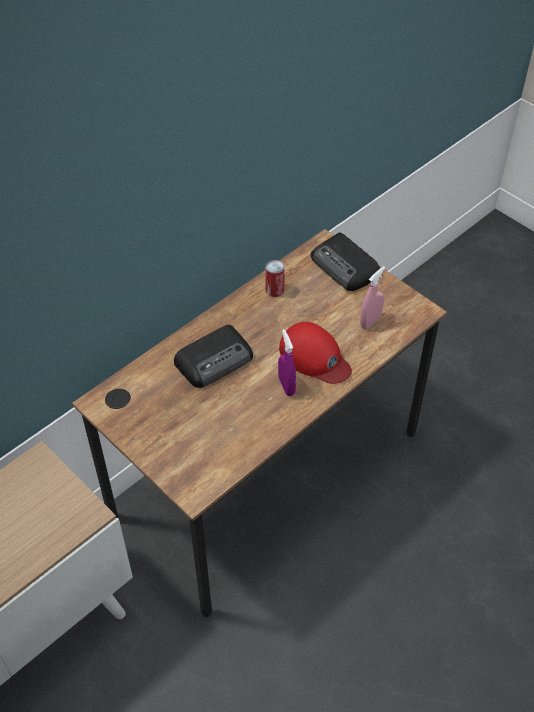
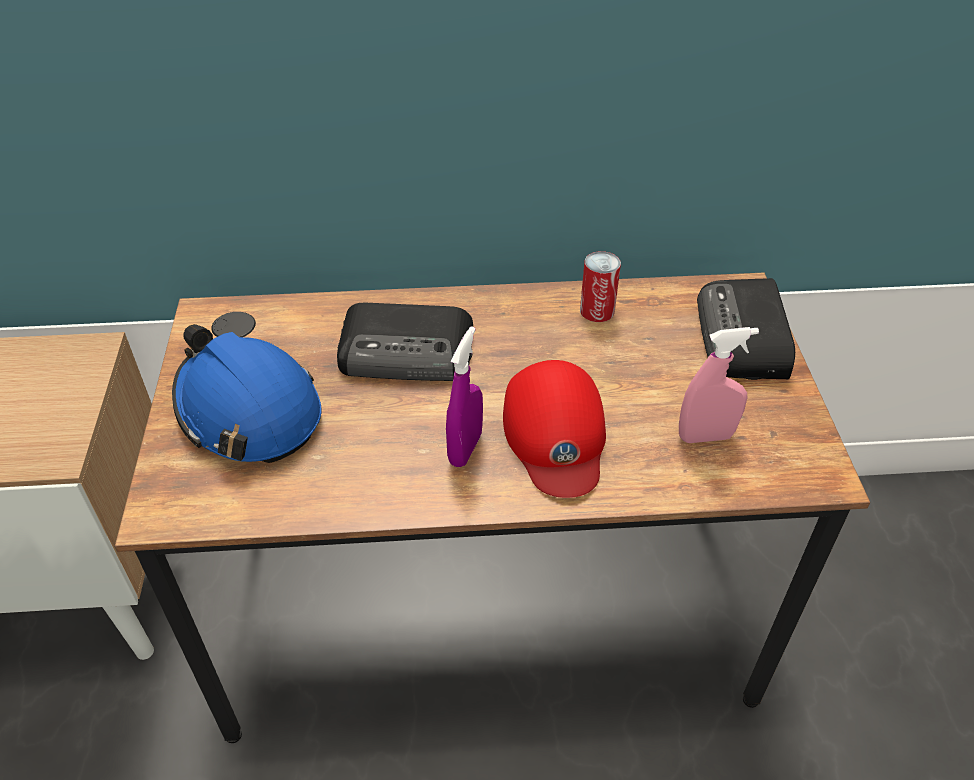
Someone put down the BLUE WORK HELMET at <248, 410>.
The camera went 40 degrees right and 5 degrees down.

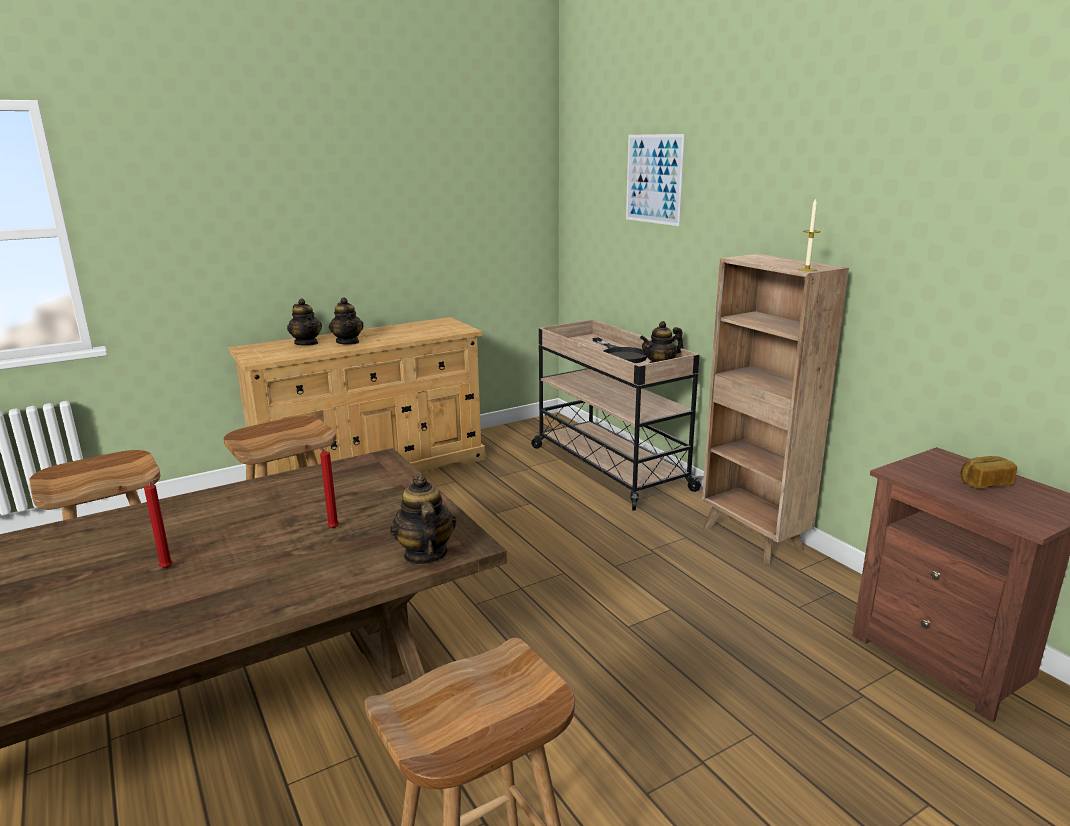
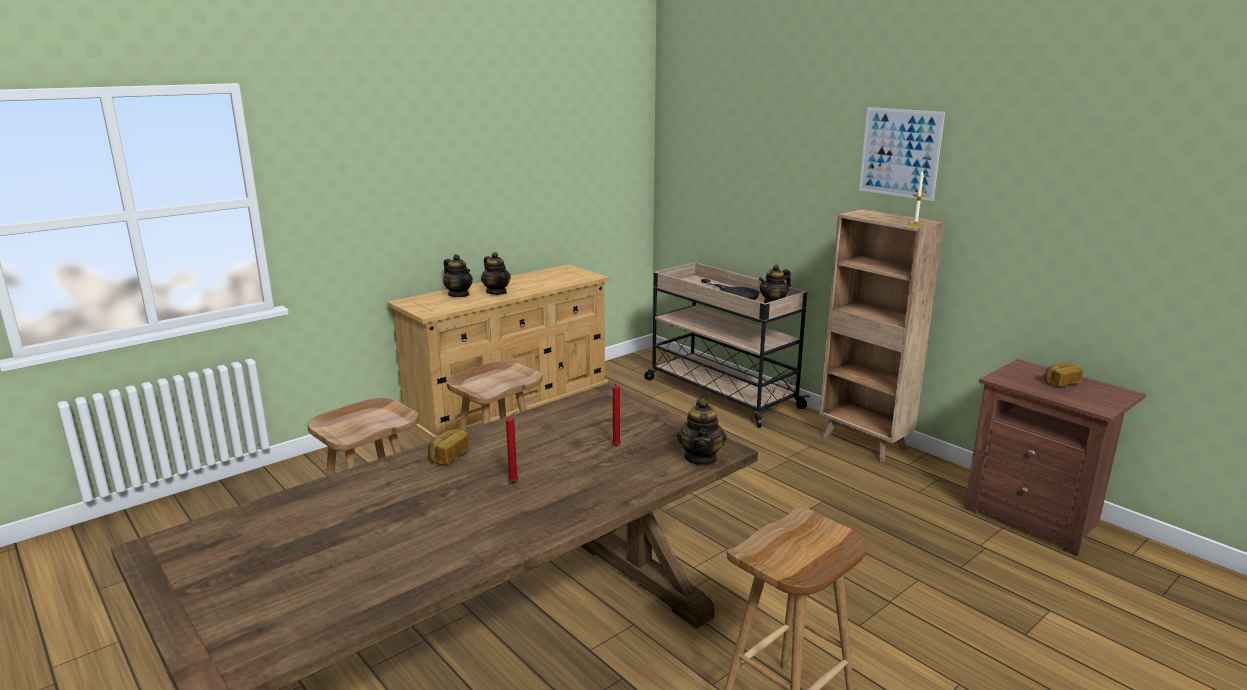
Someone put down the BAKERY BREAD at <448, 456>.
Someone carried the WALL ART from <654, 179> to <900, 153>.
Someone rotated the POT FOR TEA at <424, 554> by 150 degrees counterclockwise.
The camera went 10 degrees left and 0 degrees up.

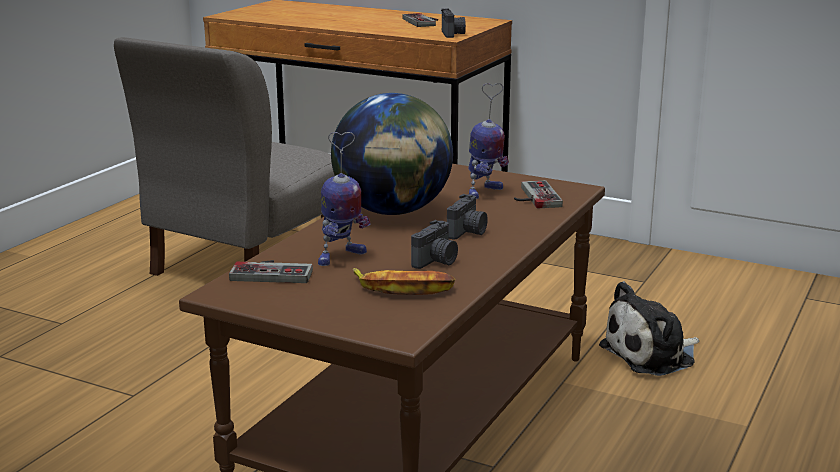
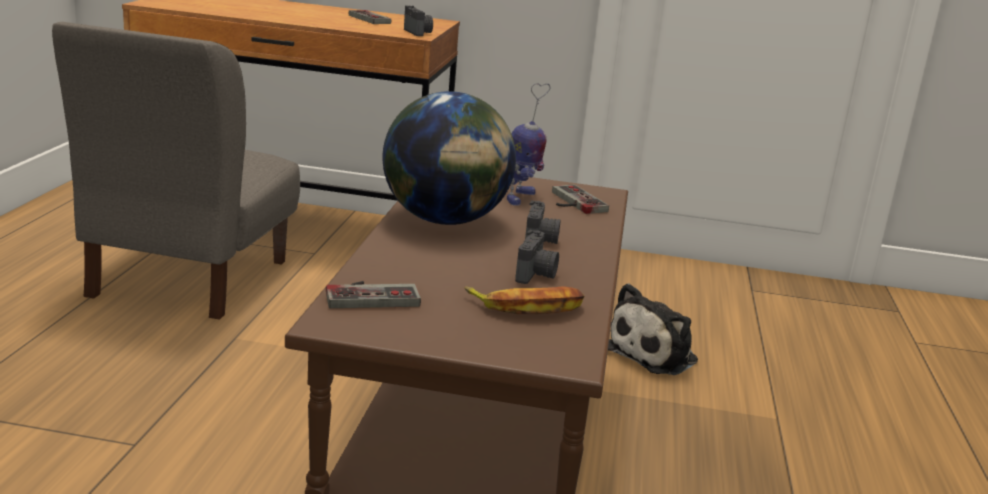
Someone took away the ROBOT FIGURE at <340, 257>.
The camera went 20 degrees left and 0 degrees up.

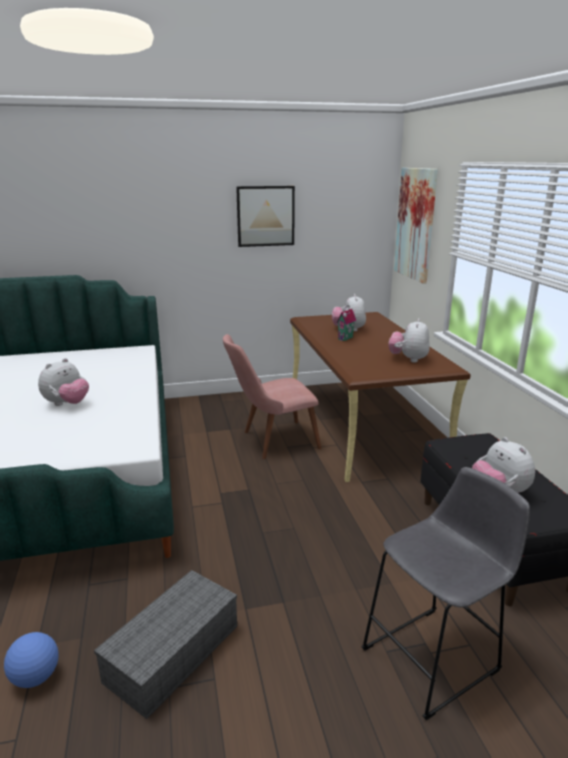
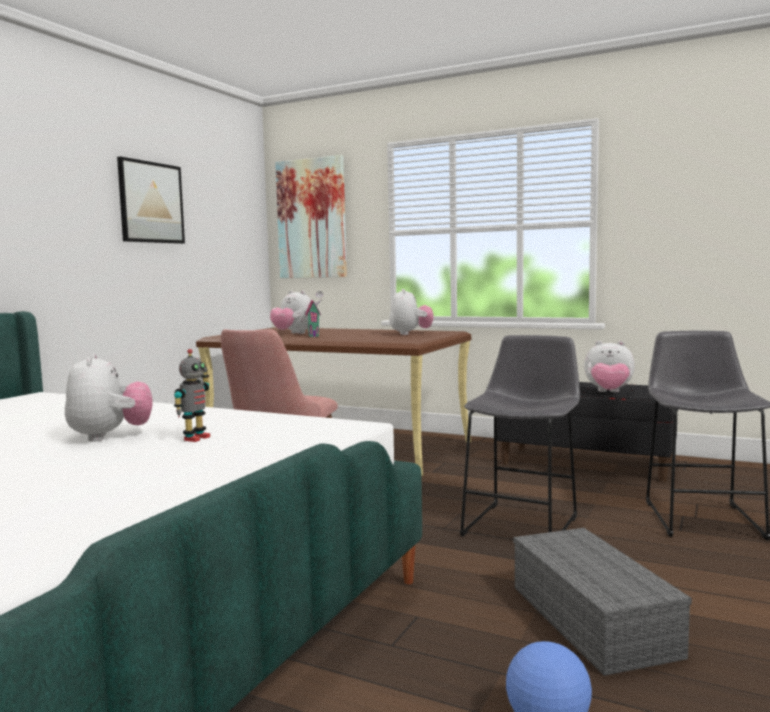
Someone put down the ROBOT FIGURE at <195, 438>.
Someone put down the GREYISH SITTING STOOL at <523, 524>.
Someone rotated the PLUSH TOY at <408, 359> by 150 degrees counterclockwise.
The camera went 50 degrees left and 15 degrees down.

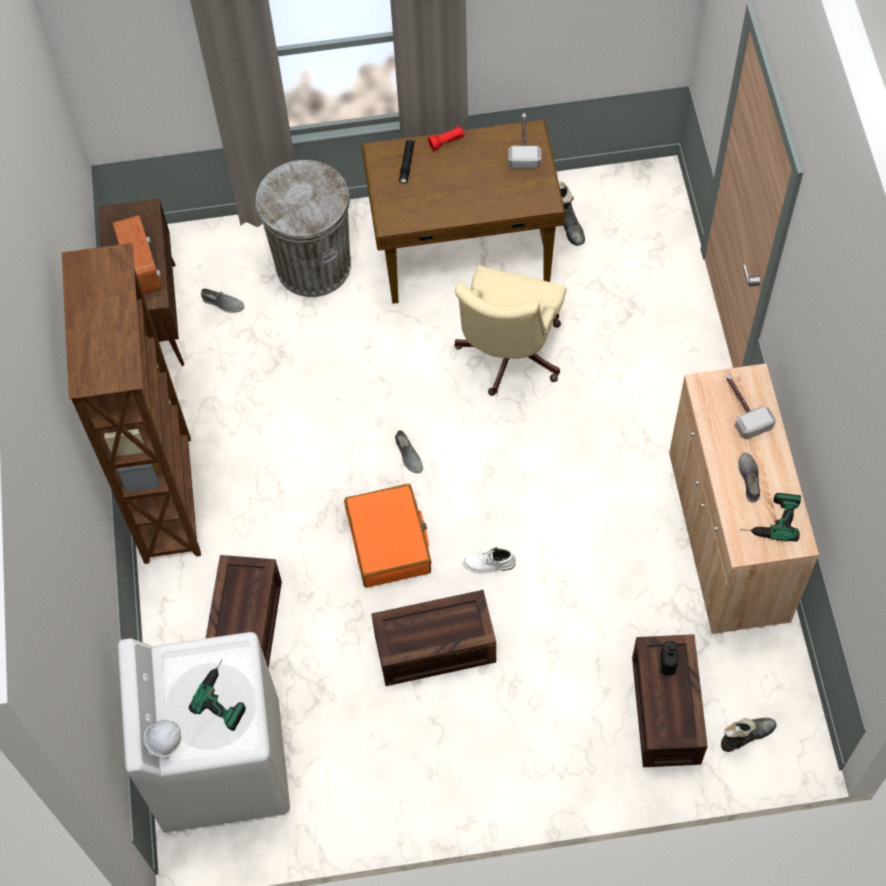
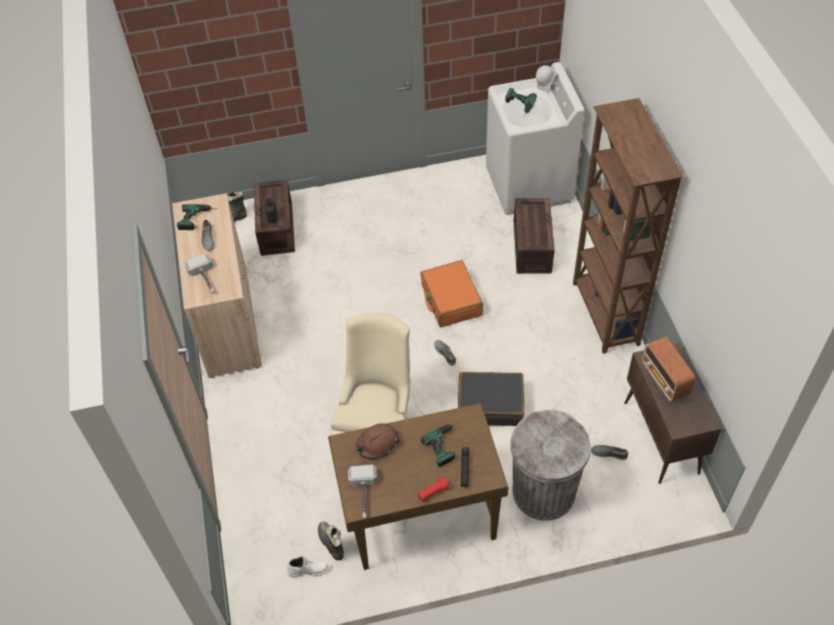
Someone took away the CRATE at <433, 650>.
Someone put down the BROWN-COLOURED WORK HELMET at <377, 444>.
Someone put down the DRILL at <447, 444>.
Someone put down the BLACK PIECE OF LUGGAGE at <490, 404>.
Someone carried the WHITE-COLOURED BOOT from <489, 565> to <308, 569>.
The camera went 175 degrees right and 10 degrees down.

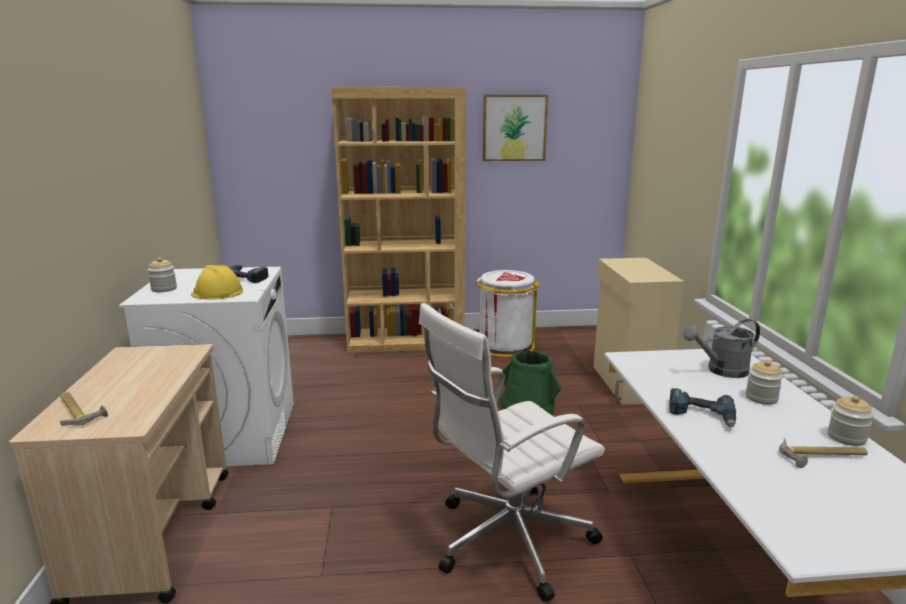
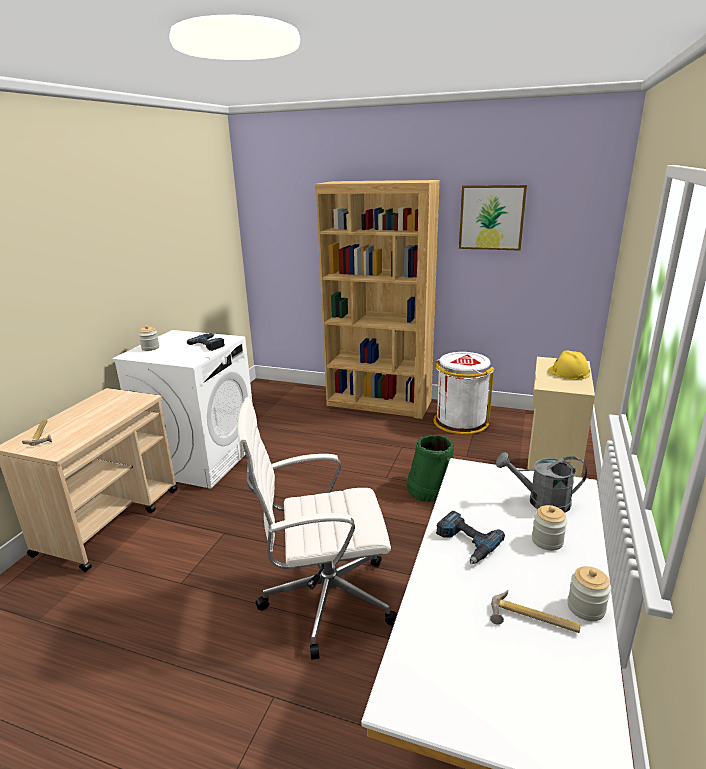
Someone carried the YELLOW WORK HELMET from <217, 293> to <568, 372>.
The camera went 25 degrees right and 5 degrees up.

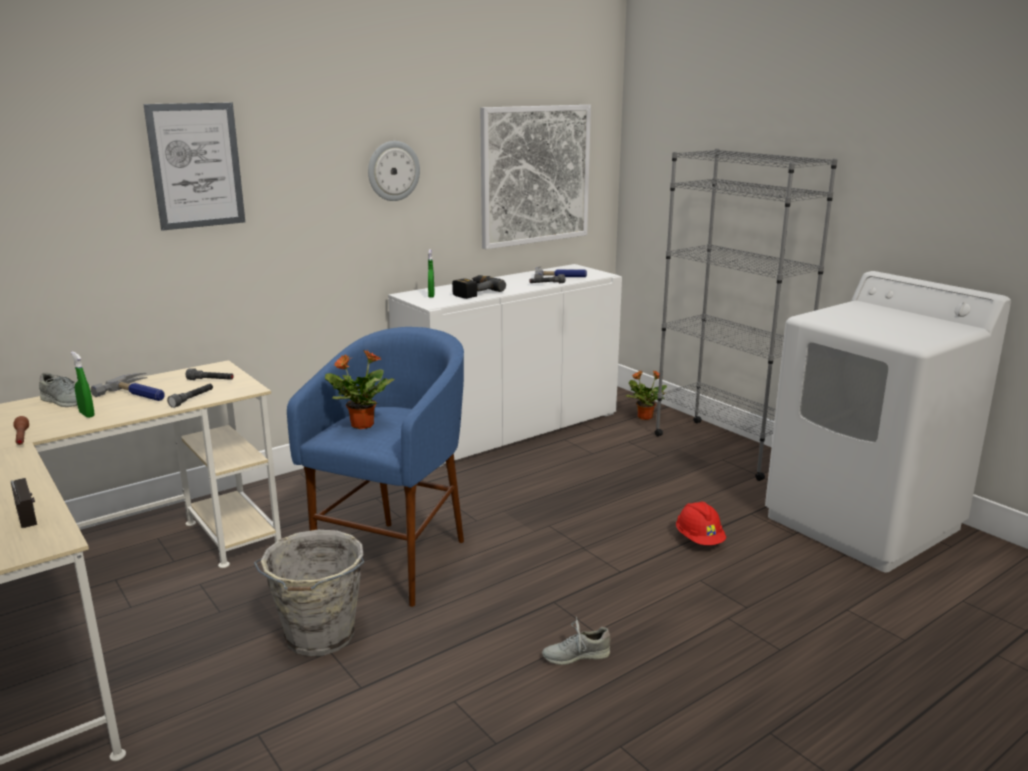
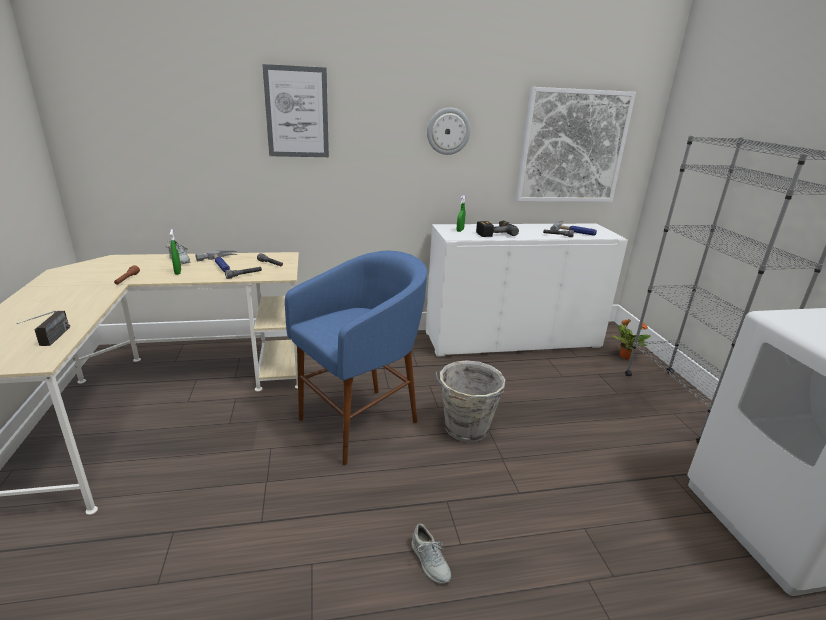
Someone took away the PLANT IN A POT at <361, 425>.
Someone took away the RED-COLOURED WORK HELMET at <699, 540>.
Someone carried the GREYISH WATER BUCKET from <319, 637> to <465, 429>.
Someone rotated the GREYISH ITEM OF FOOTWEAR at <575, 655> by 135 degrees counterclockwise.
The camera went 25 degrees right and 5 degrees up.

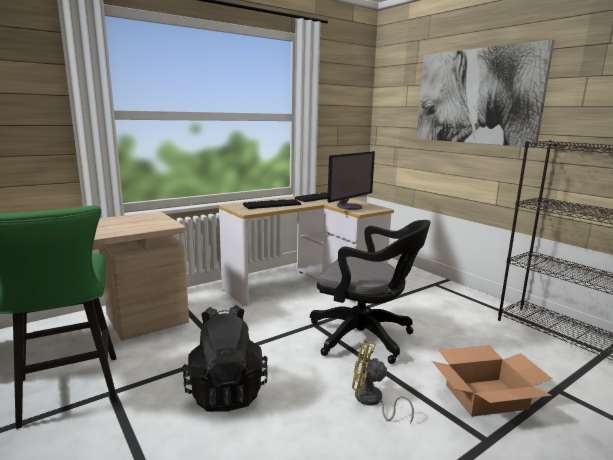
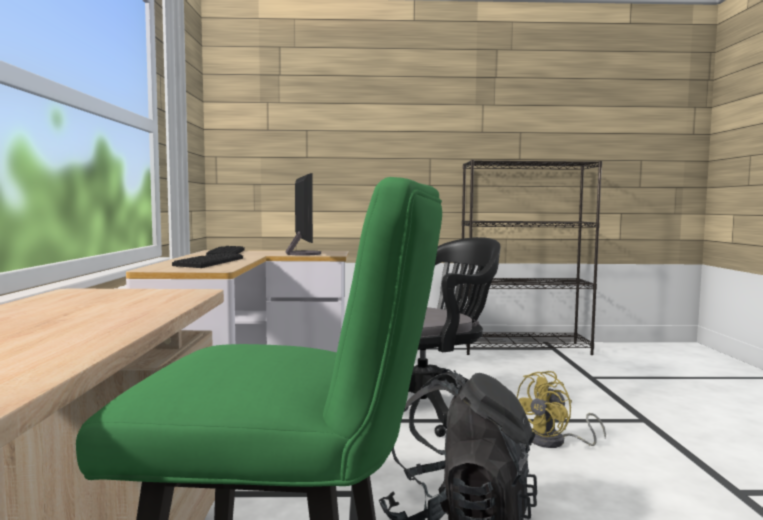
Someone took away the WALL ART at <476, 96>.
Someone took away the CARDBOARD BOX at <485, 396>.
The camera went 55 degrees left and 10 degrees down.

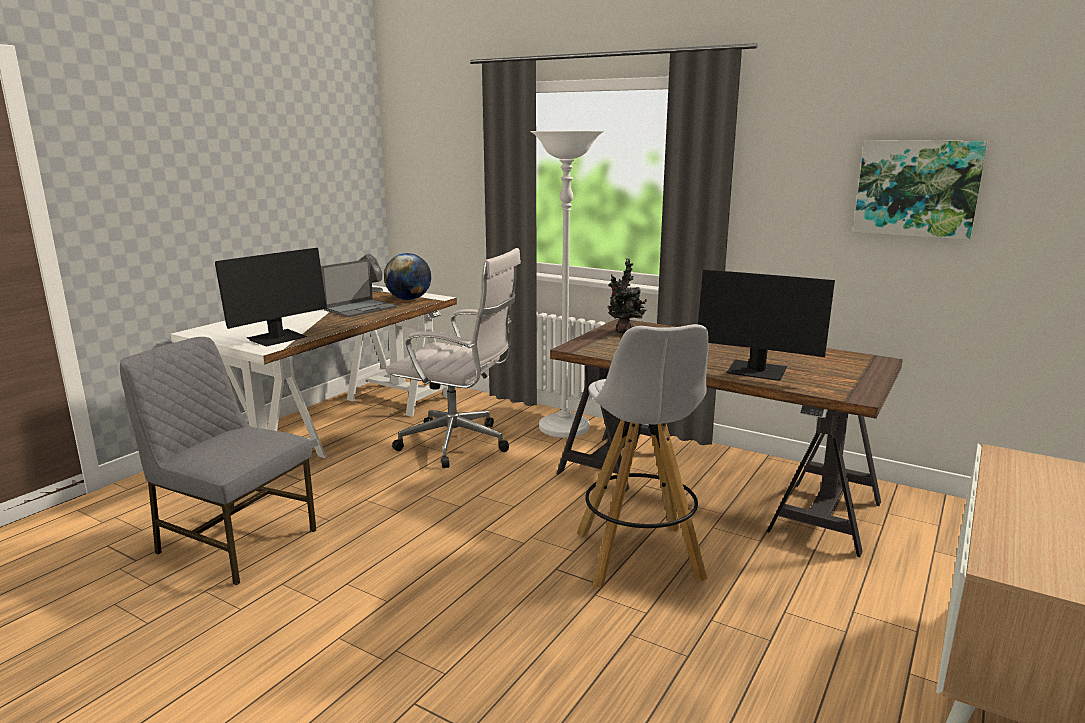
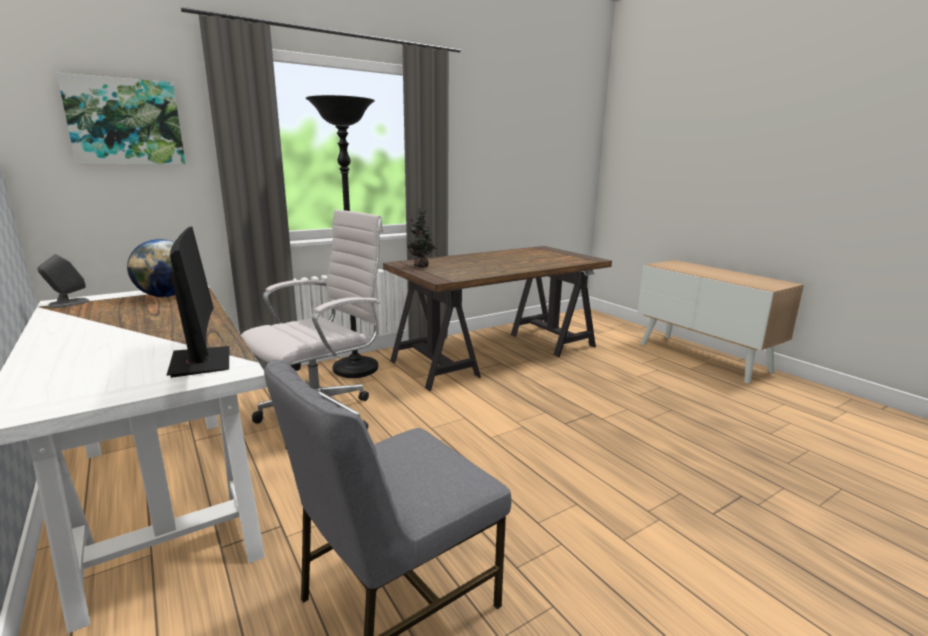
Someone took away the NOTEBOOK COMPUTER at <361, 308>.
Someone took away the WHITE-COLOURED SITTING STOOL at <639, 558>.
Someone took away the COMPUTER DISPLAY at <757, 371>.
Someone carried the WALL ART from <917, 188> to <125, 122>.
Someone repainted the WHITE-COLOURED FLOOR LAMP at <564, 429>, which became the BLACK FLOOR LAMP at <355, 370>.
The camera went 65 degrees left and 0 degrees up.

